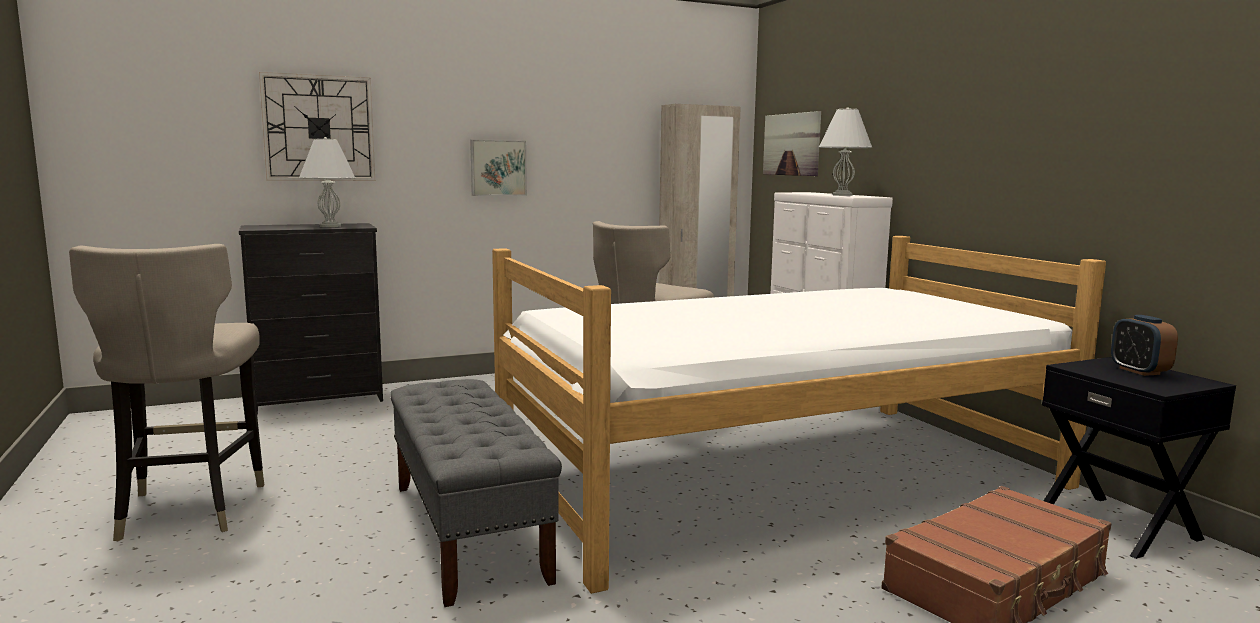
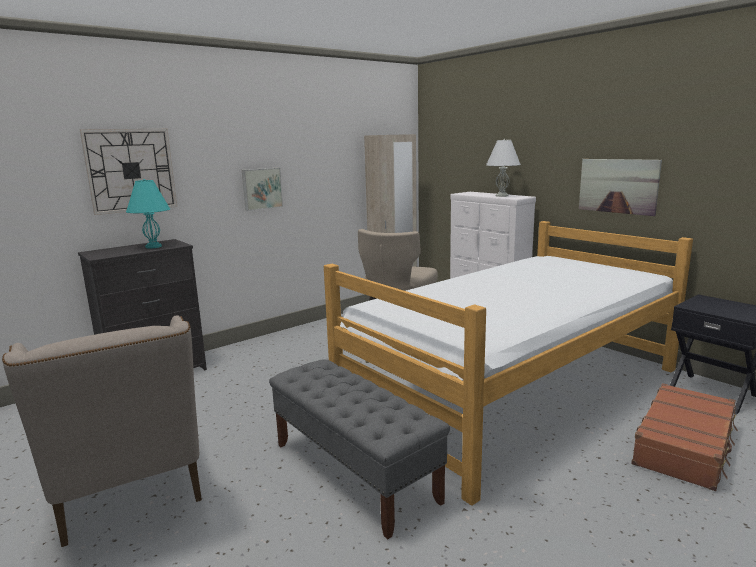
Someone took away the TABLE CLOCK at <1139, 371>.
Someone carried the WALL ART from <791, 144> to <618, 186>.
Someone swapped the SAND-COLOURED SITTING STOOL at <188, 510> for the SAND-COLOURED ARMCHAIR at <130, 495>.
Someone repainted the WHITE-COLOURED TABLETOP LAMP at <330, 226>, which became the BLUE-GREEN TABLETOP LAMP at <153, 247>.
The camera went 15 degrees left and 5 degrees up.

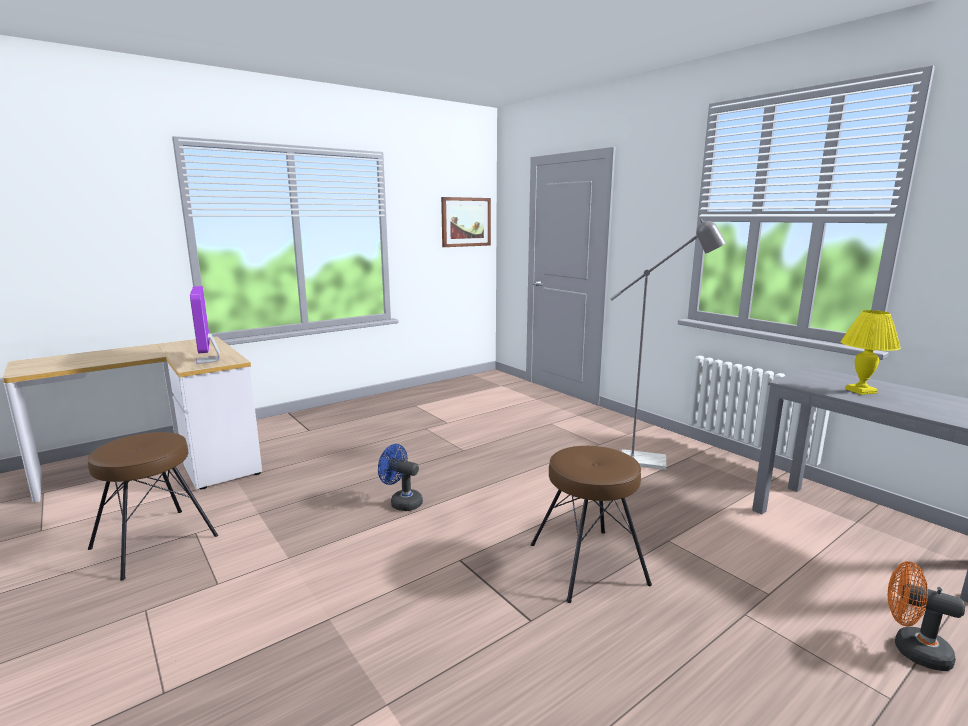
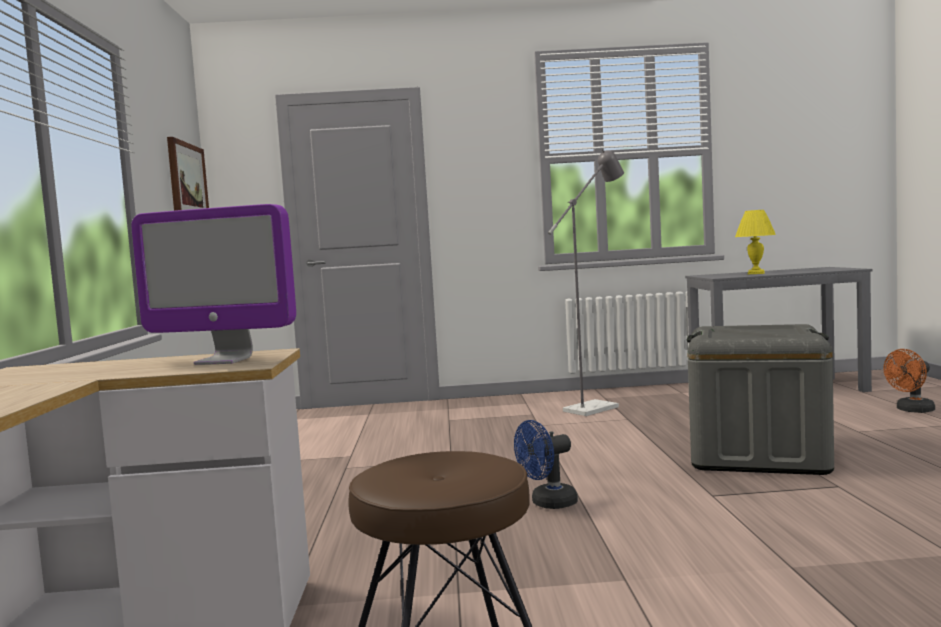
Someone swapped the BROWN-COLOURED SITTING STOOL at <588, 563> for the GREYISH STORAGE CONTAINER at <758, 454>.
The camera went 55 degrees left and 10 degrees down.

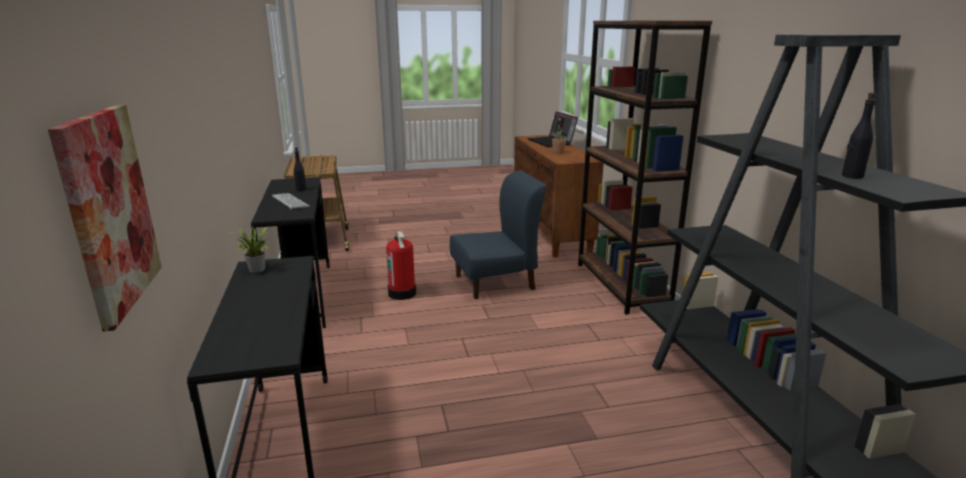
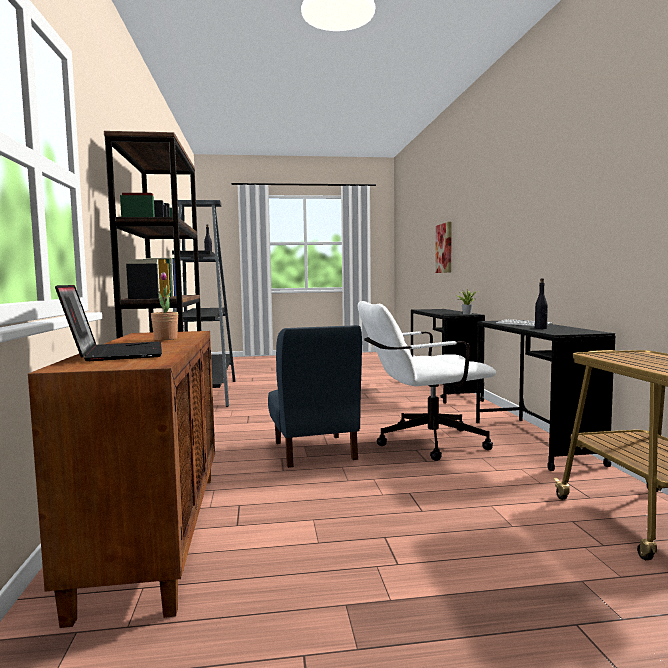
Someone swapped the FIRE-FIGHTING CYLINDER at <402, 293> for the WHITE-COLOURED OFFICE CHAIR at <422, 443>.
Someone rotated the BLUE PLAIN CHAIR at <495, 282> by 90 degrees counterclockwise.
The camera went 175 degrees left and 15 degrees down.

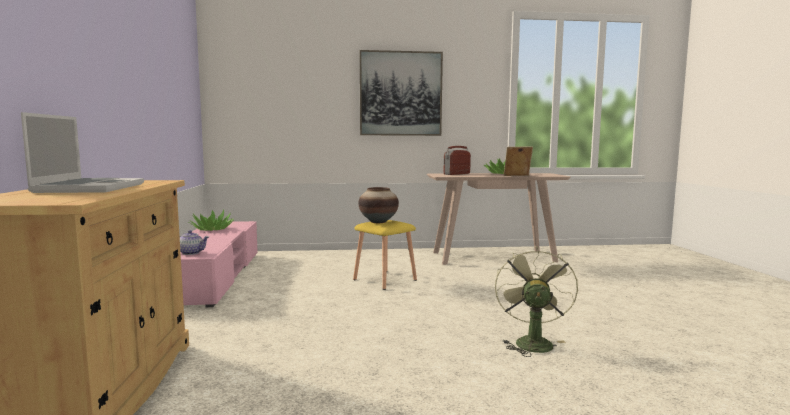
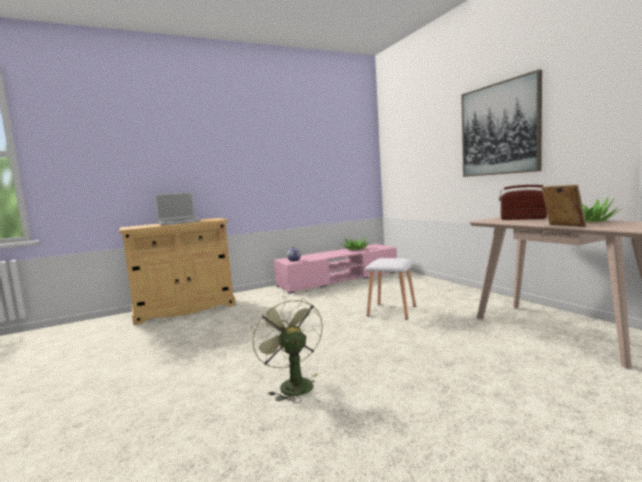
Someone took away the DECORATIVE VASE at <378, 222>.
Someone repainted the YELLOW SITTING STOOL at <384, 280>, which became the WHITE-COLOURED SITTING STOOL at <391, 310>.
Someone rotated the GREENISH ELECTRIC FAN at <531, 342> by 105 degrees counterclockwise.
The camera went 70 degrees right and 0 degrees up.

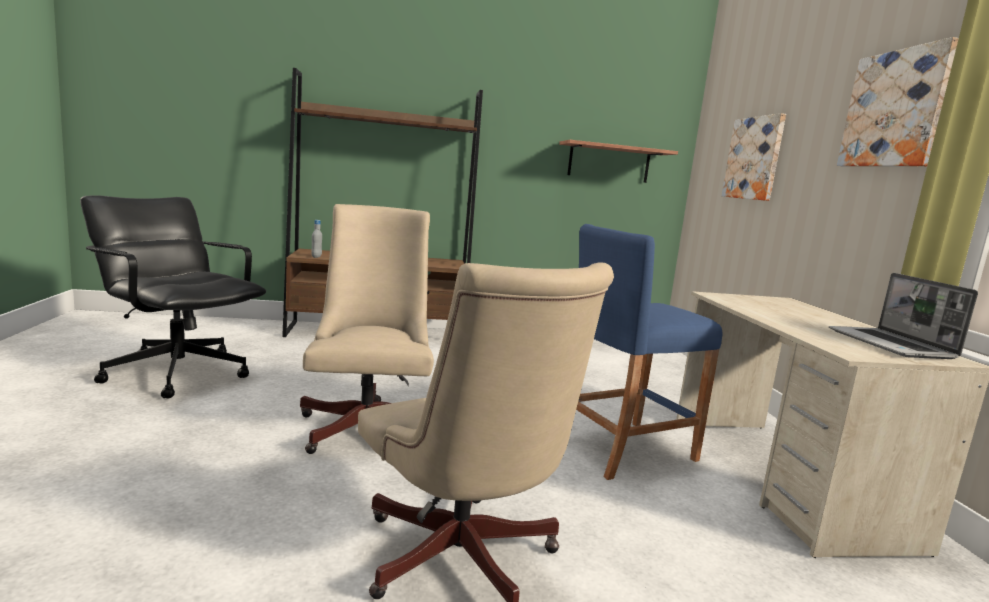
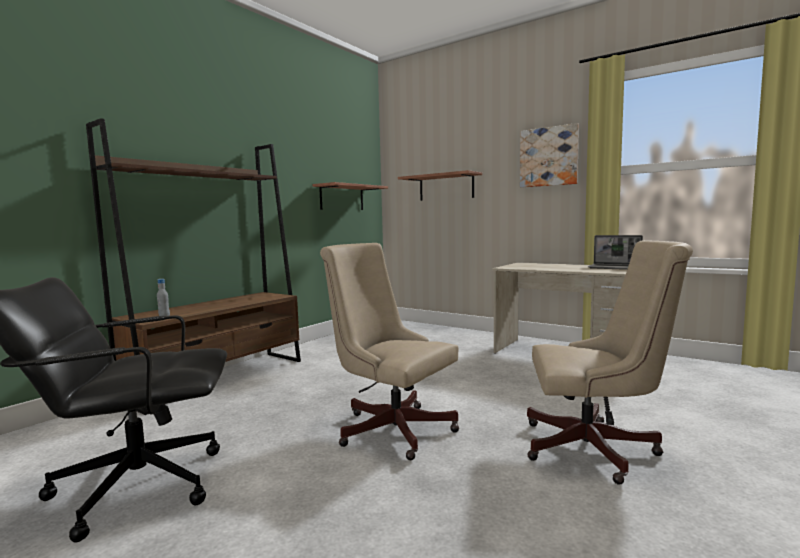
Someone took away the BLUE SITTING STOOL at <623, 449>.
Someone swapped the WALL ART at <754, 158> for the SHELF at <446, 187>.
The camera went 45 degrees left and 5 degrees down.

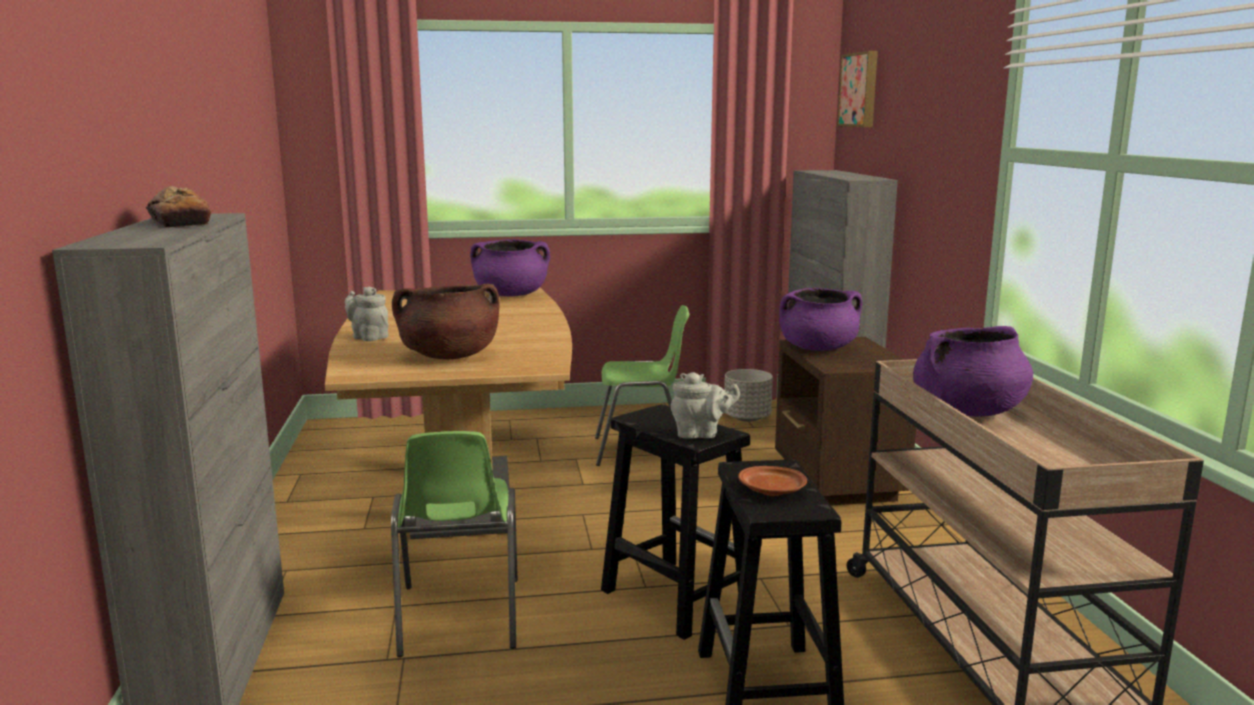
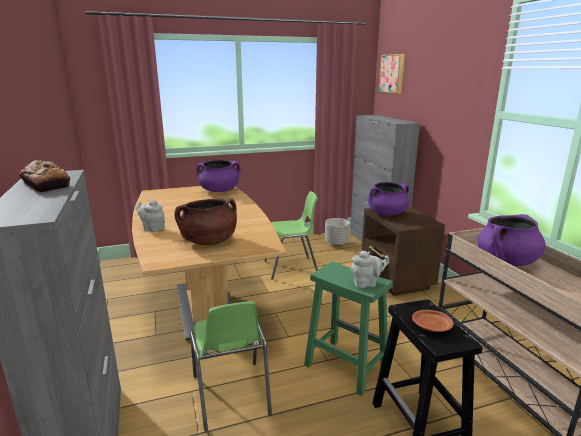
Someone repainted the BLACK SITTING STOOL at <674, 597>, which became the GREENISH SITTING STOOL at <344, 365>.
The camera went 10 degrees left and 5 degrees up.

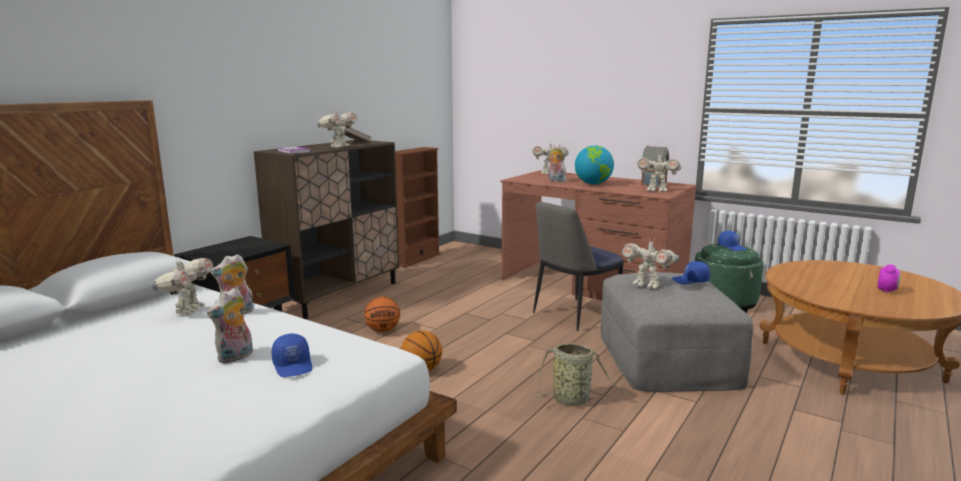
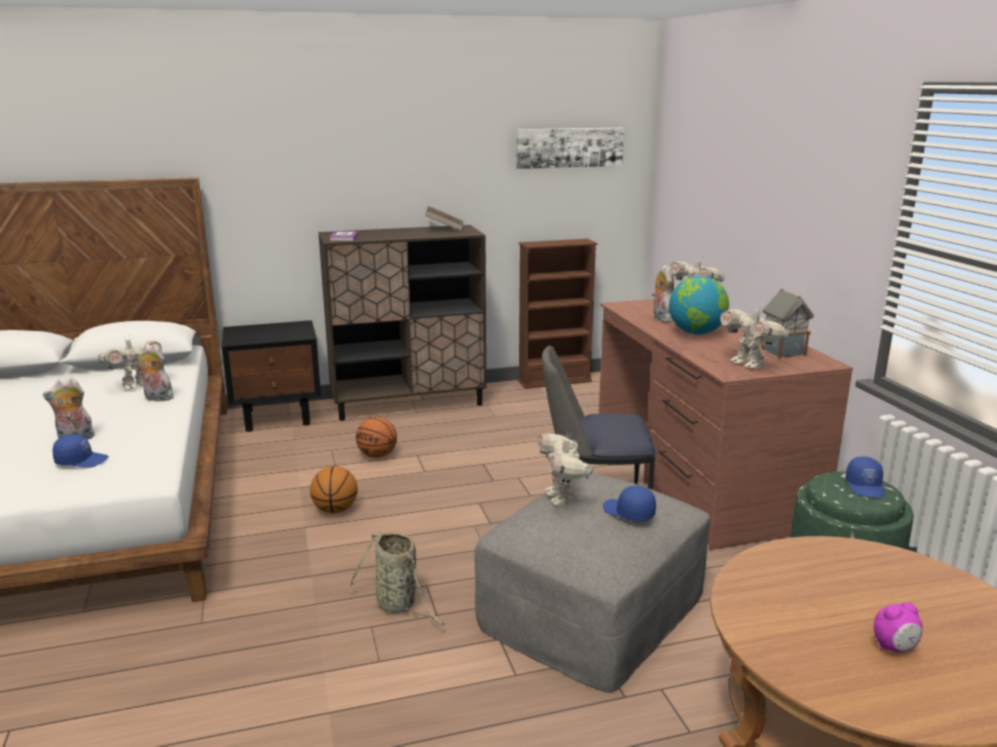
Someone took away the ROBOT FIGURE at <338, 147>.
Someone put up the WALL ART at <569, 147>.
Someone rotated the BLUE PEAKED CAP at <293, 365> by 105 degrees counterclockwise.
The camera went 40 degrees right and 5 degrees up.

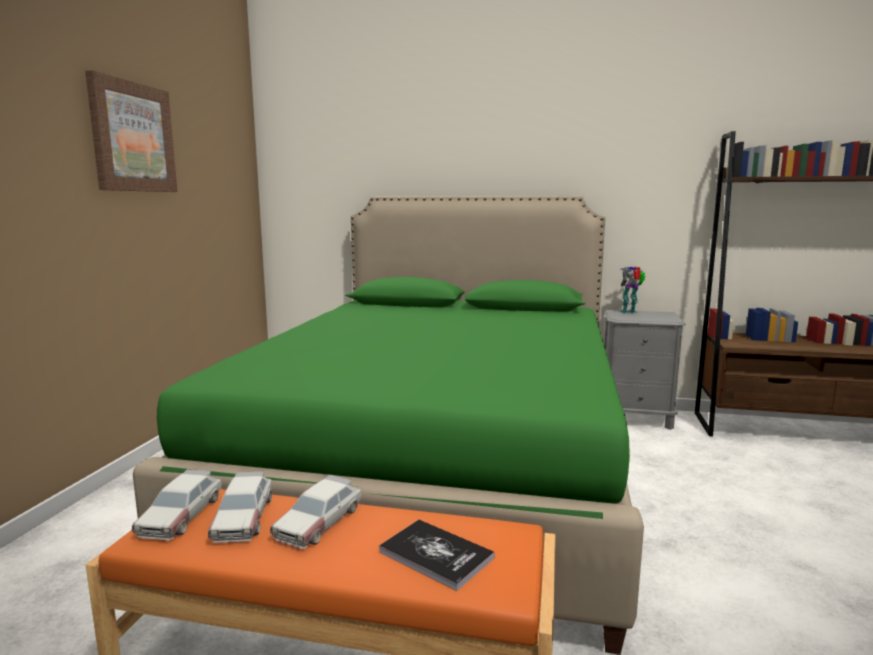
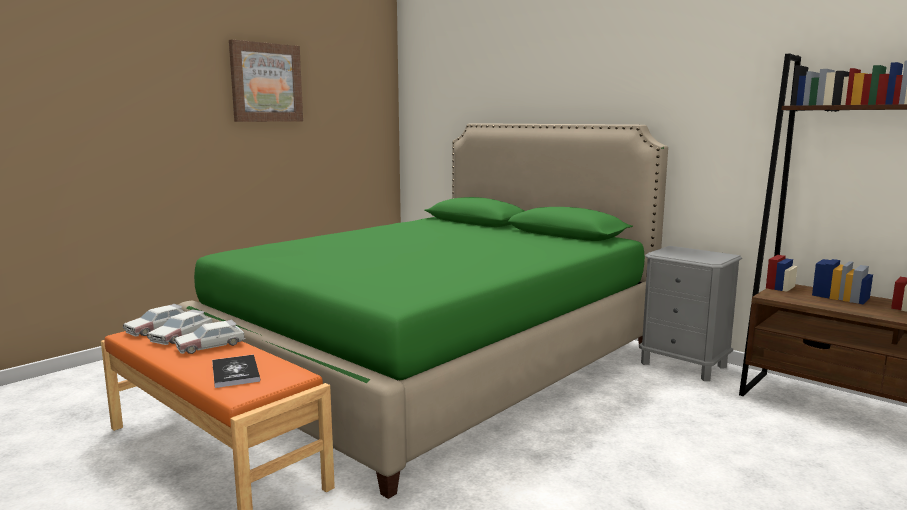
Someone took away the ROBOT FIGURE at <629, 312>.
The camera went 30 degrees right and 0 degrees up.

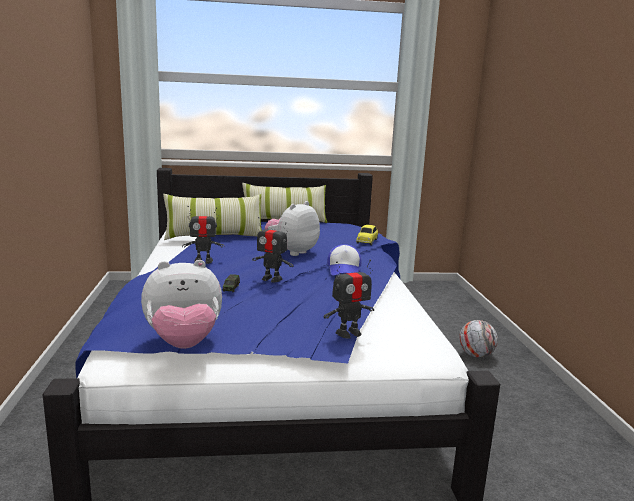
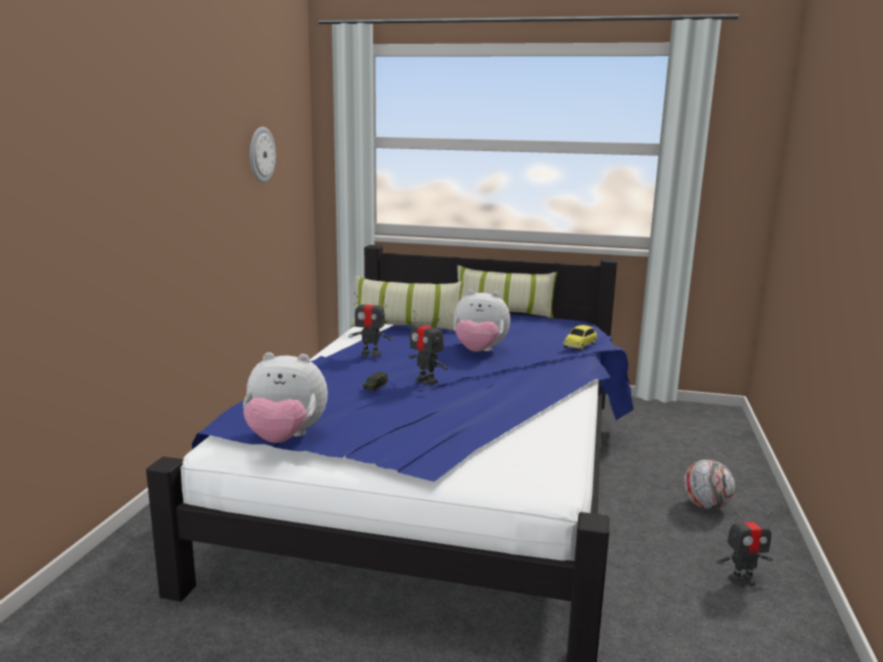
Someone took away the PEAKED CAP at <344, 269>.
Someone put up the CLOCK ON THE WALL at <261, 154>.
Someone carried the ROBOT FIGURE from <348, 333> to <742, 580>.
Someone rotated the PLUSH TOY at <292, 252> by 135 degrees counterclockwise.
The camera went 20 degrees right and 0 degrees up.

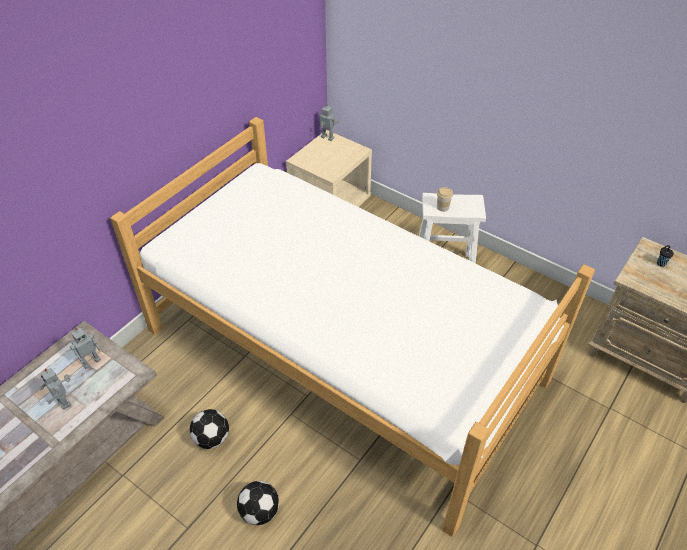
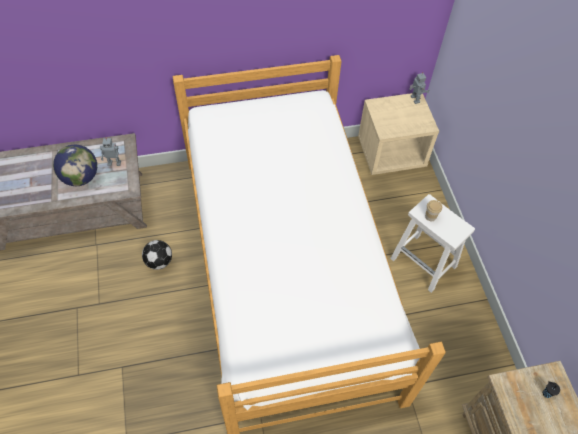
Someone took away the FOOTBALL at <259, 511>.
Someone swapped the ROBOT FIGURE at <65, 401> for the DESK GLOBE at <81, 177>.
The camera went 40 degrees right and 10 degrees up.

